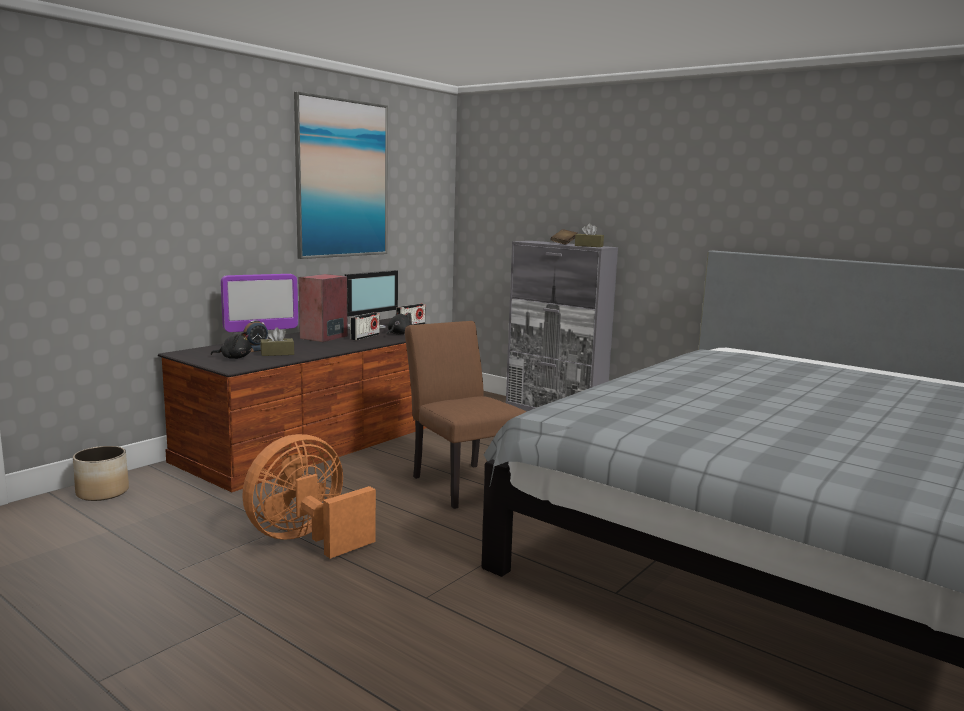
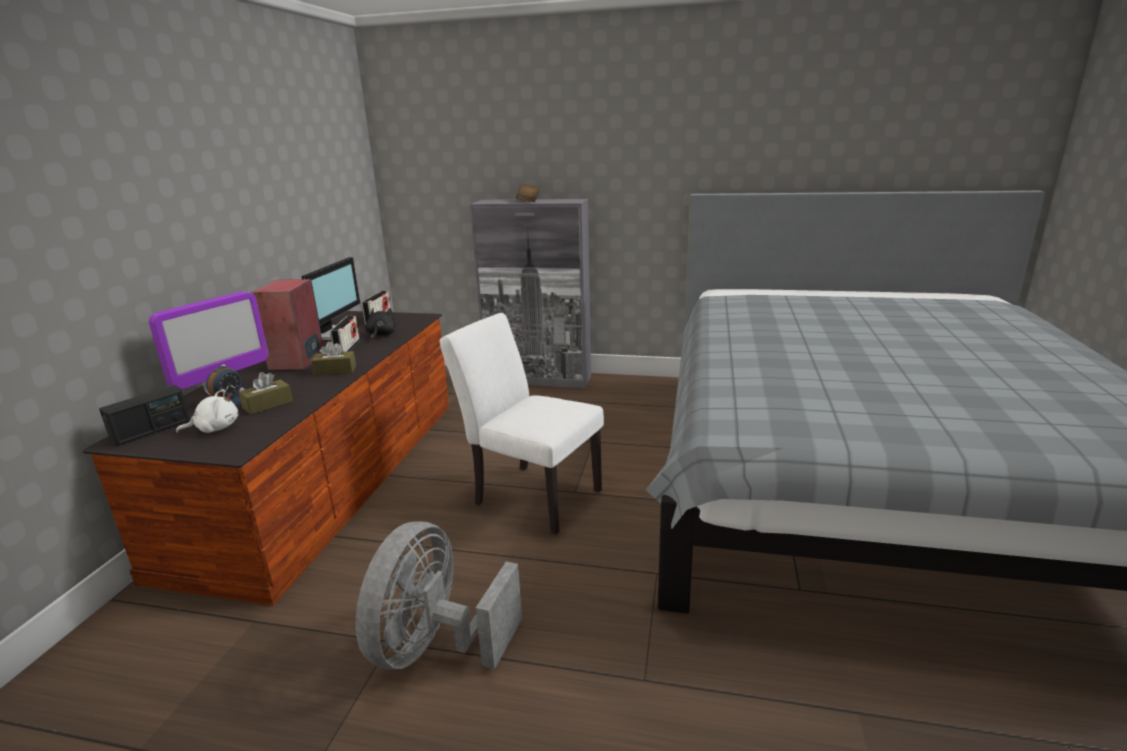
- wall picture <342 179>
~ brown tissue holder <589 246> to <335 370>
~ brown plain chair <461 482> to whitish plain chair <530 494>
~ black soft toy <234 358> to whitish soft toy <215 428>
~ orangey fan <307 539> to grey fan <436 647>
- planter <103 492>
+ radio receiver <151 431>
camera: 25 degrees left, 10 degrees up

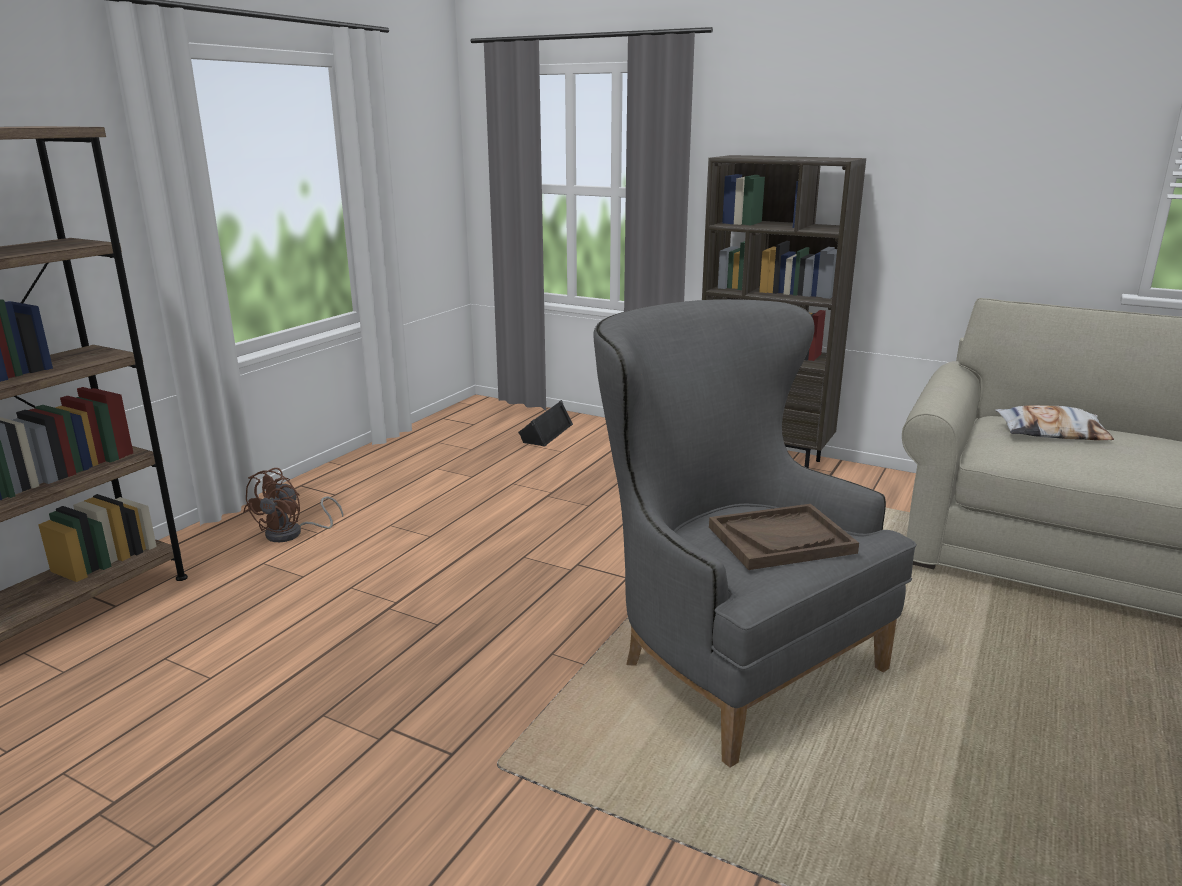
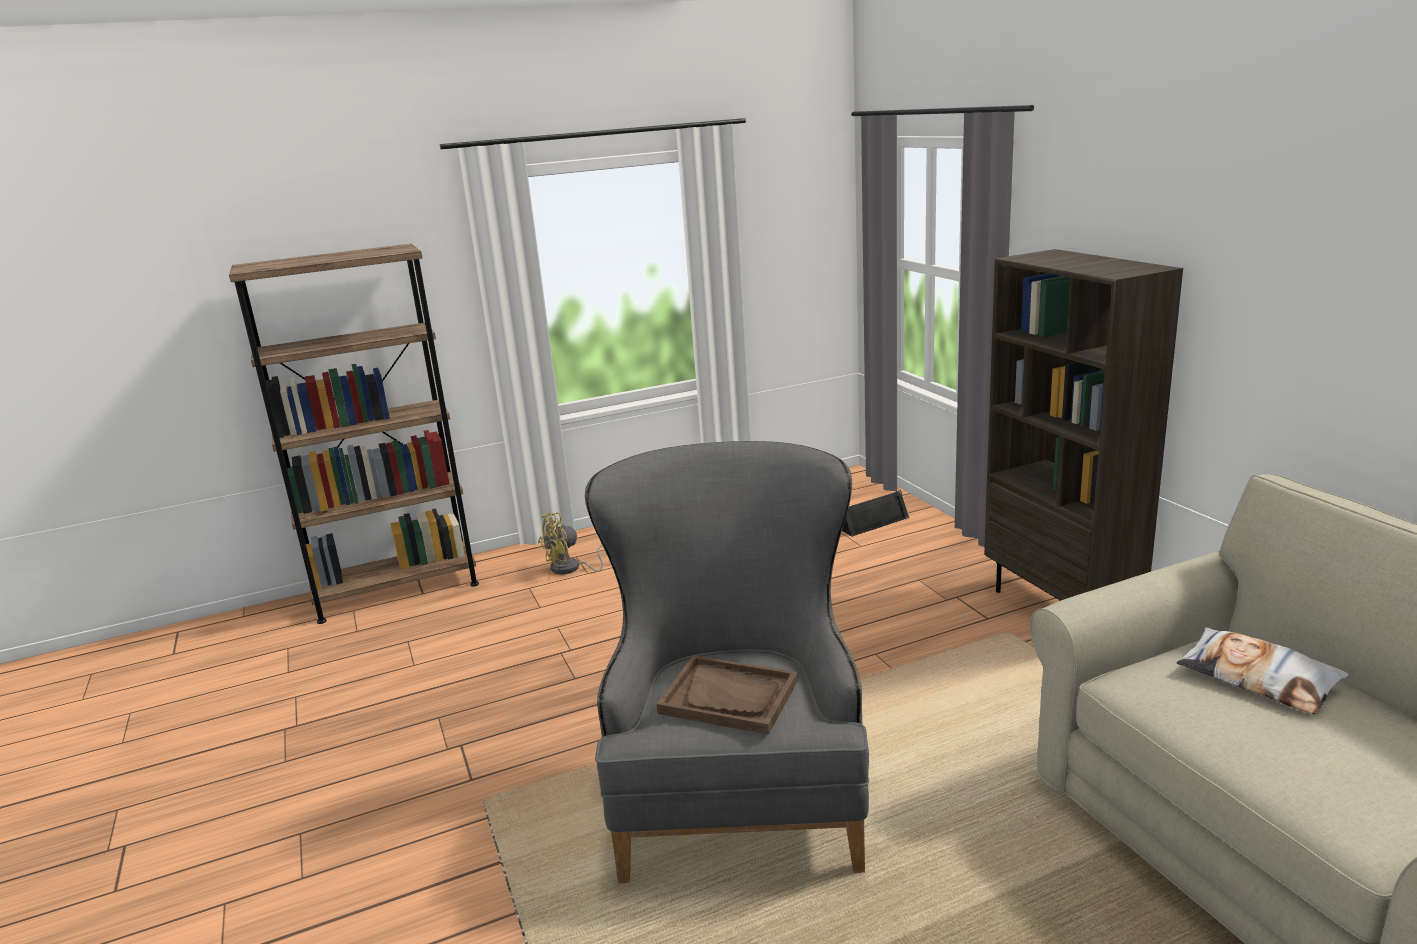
~ brown fan <292 533> to yellow fan <571 569>
camera: 40 degrees right, 0 degrees up

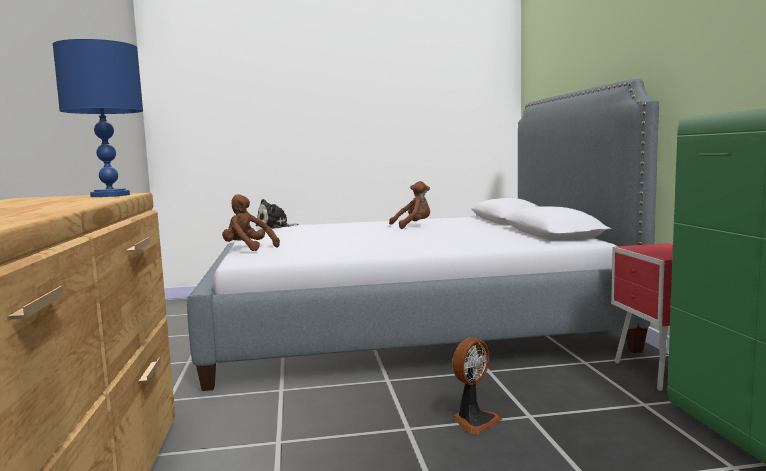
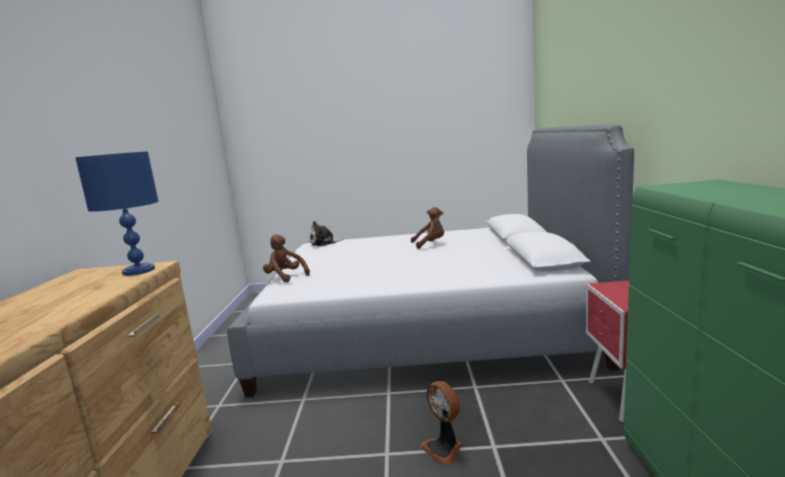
~ fan <474 421> = <444 448> 90 degrees clockwise
camera: 10 degrees right, 5 degrees up

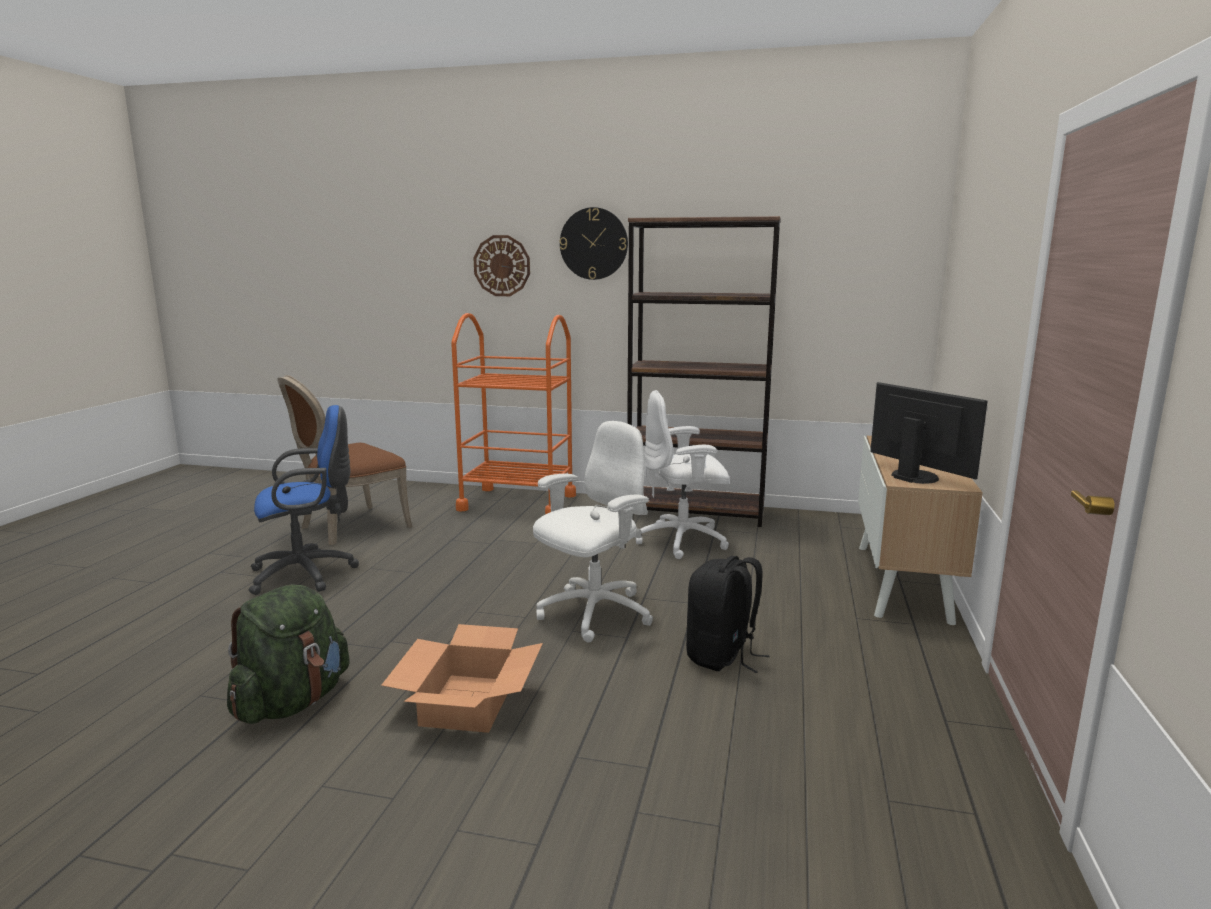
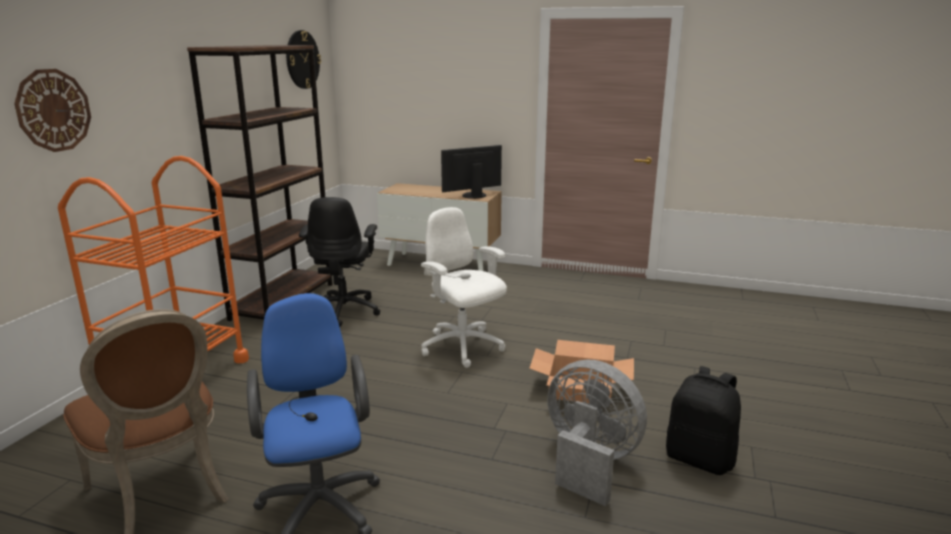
~ wall clock <593 243> to <302 59>
~ whitish computer chair <683 541> to black computer chair <344 310>
~ black rucksack <722 656> to <700 459>
~ green-coloured rucksack <292 702> to grey fan <589 462>
camera: 85 degrees left, 5 degrees up

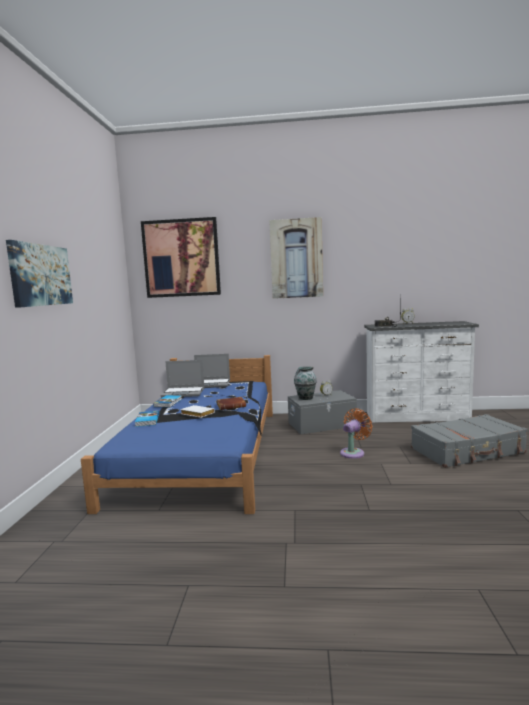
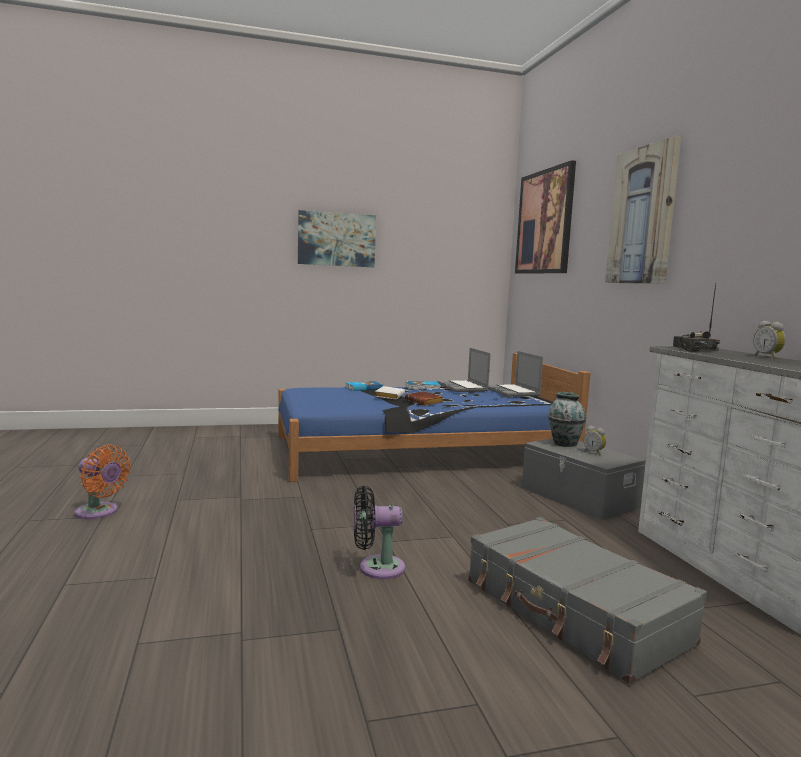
~ orangey fan <354 452> to <99 512>
+ black fan <376 568>
camera: 70 degrees right, 0 degrees up

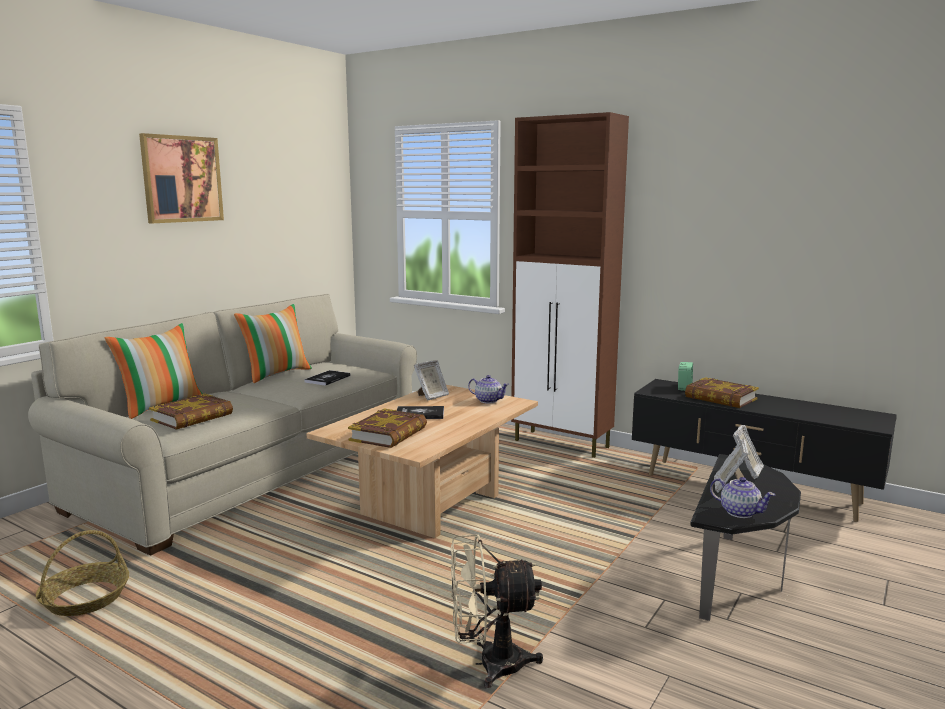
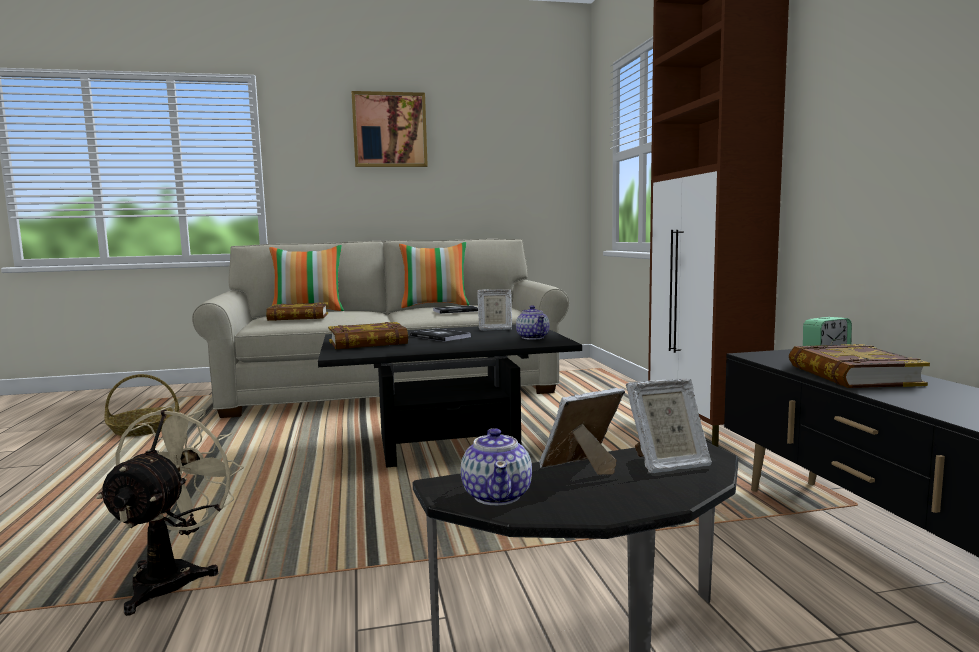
~ beige coffee table <431 505> to black coffee table <447 444>
~ beige fan <489 664> = <174 576> 60 degrees clockwise
camera: 45 degrees right, 5 degrees down

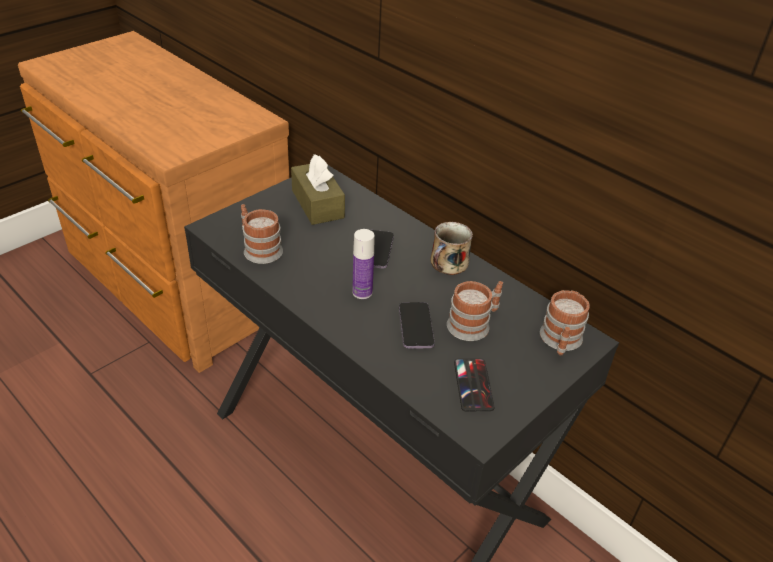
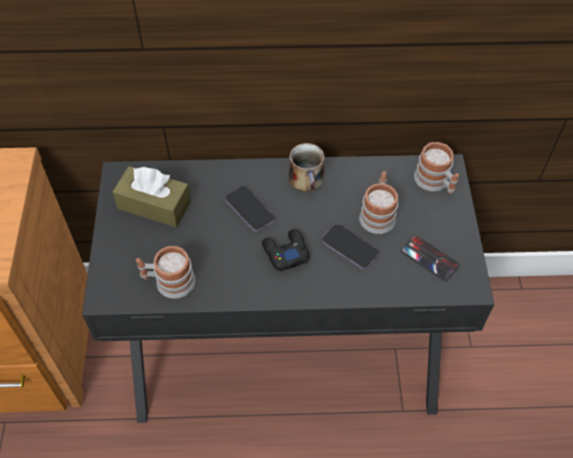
~ beverage bottle <362 292> to black gamepad <285 252>
camera: 45 degrees left, 15 degrees up

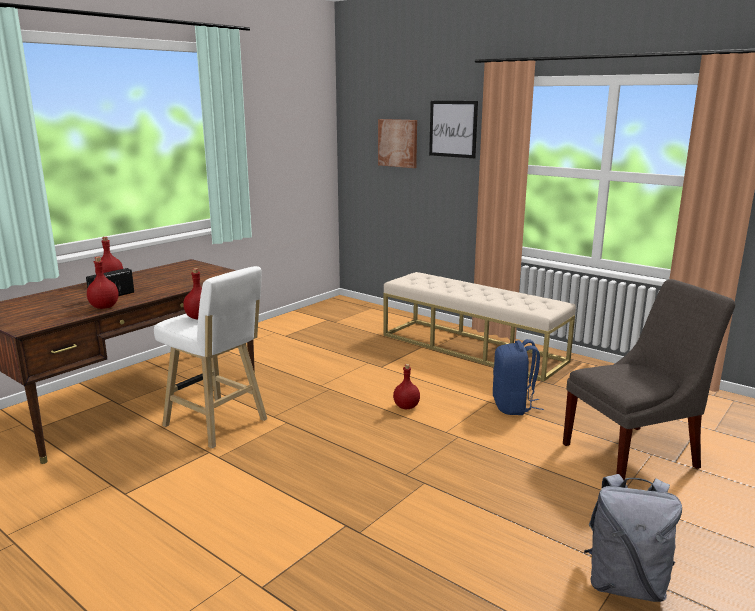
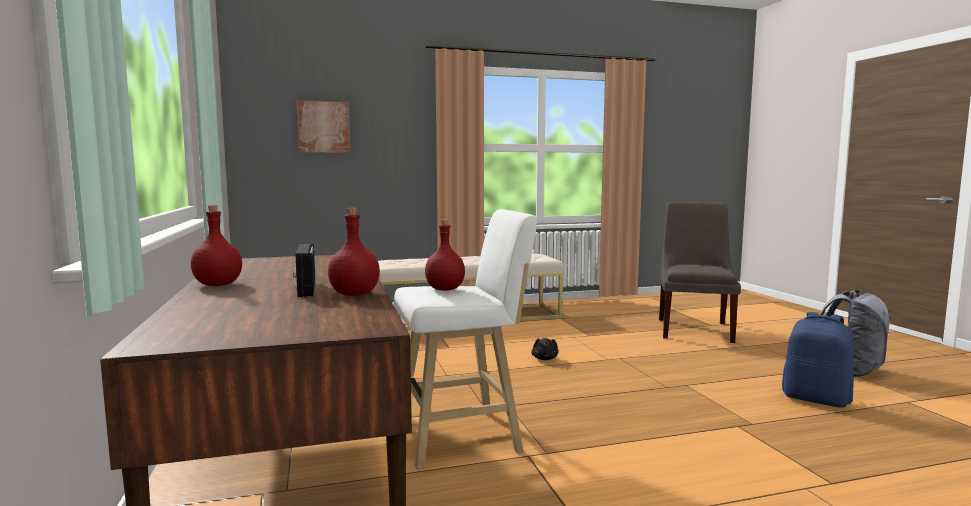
- wall picture <453 129>
~ blue-coloured rucksack <513 406> to <816 399>
~ red beverage bottle <406 407> to black soft toy <545 359>
camera: 55 degrees left, 10 degrees down

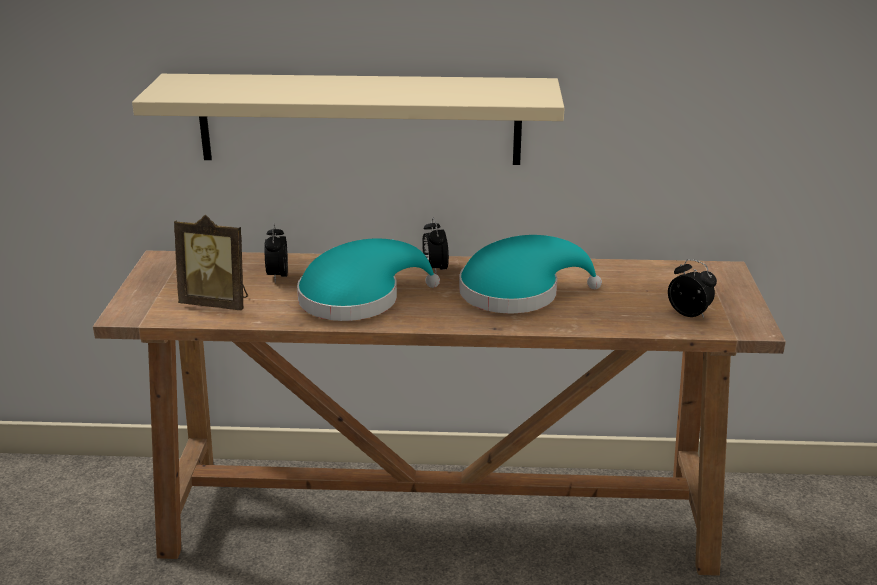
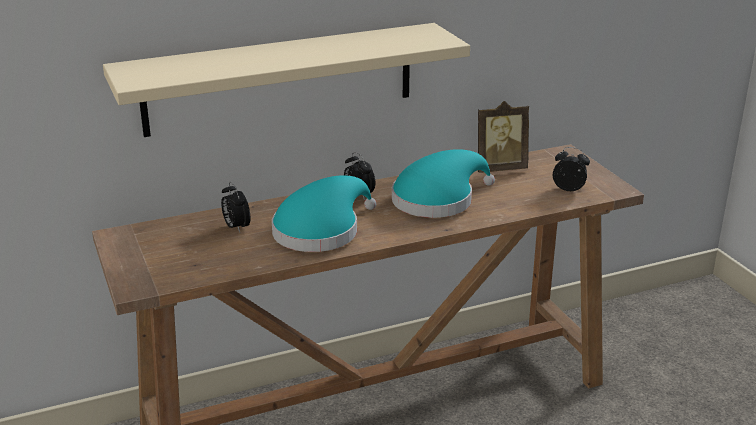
~ standing frame <217 303> to <499 168>
camera: 25 degrees left, 0 degrees up

